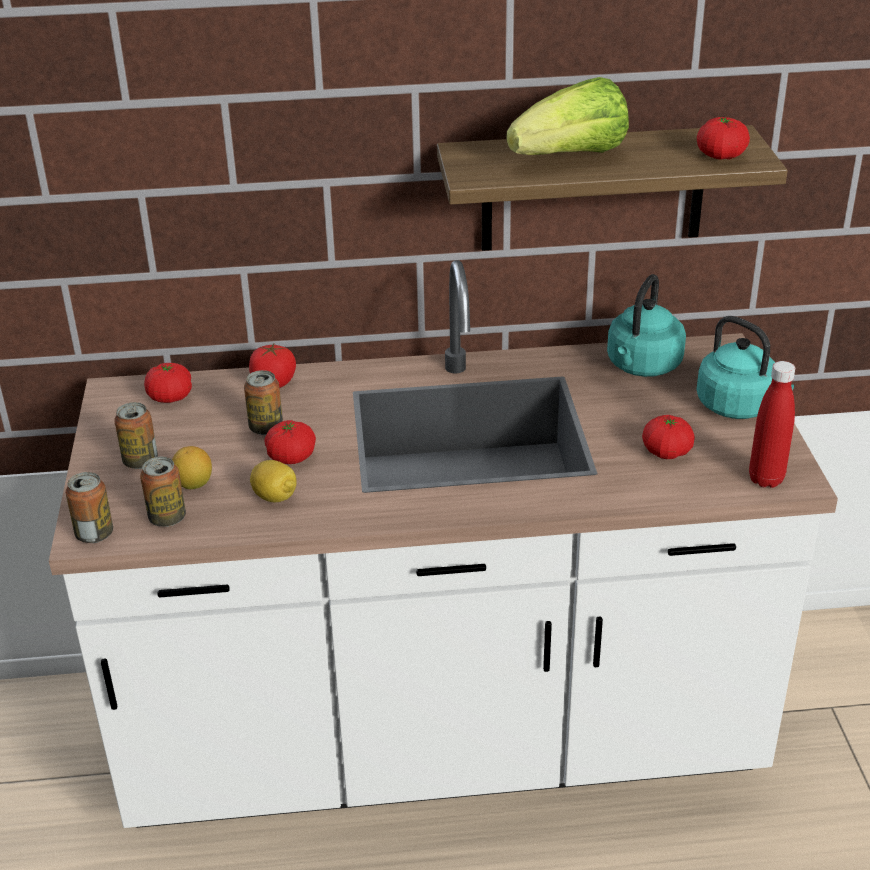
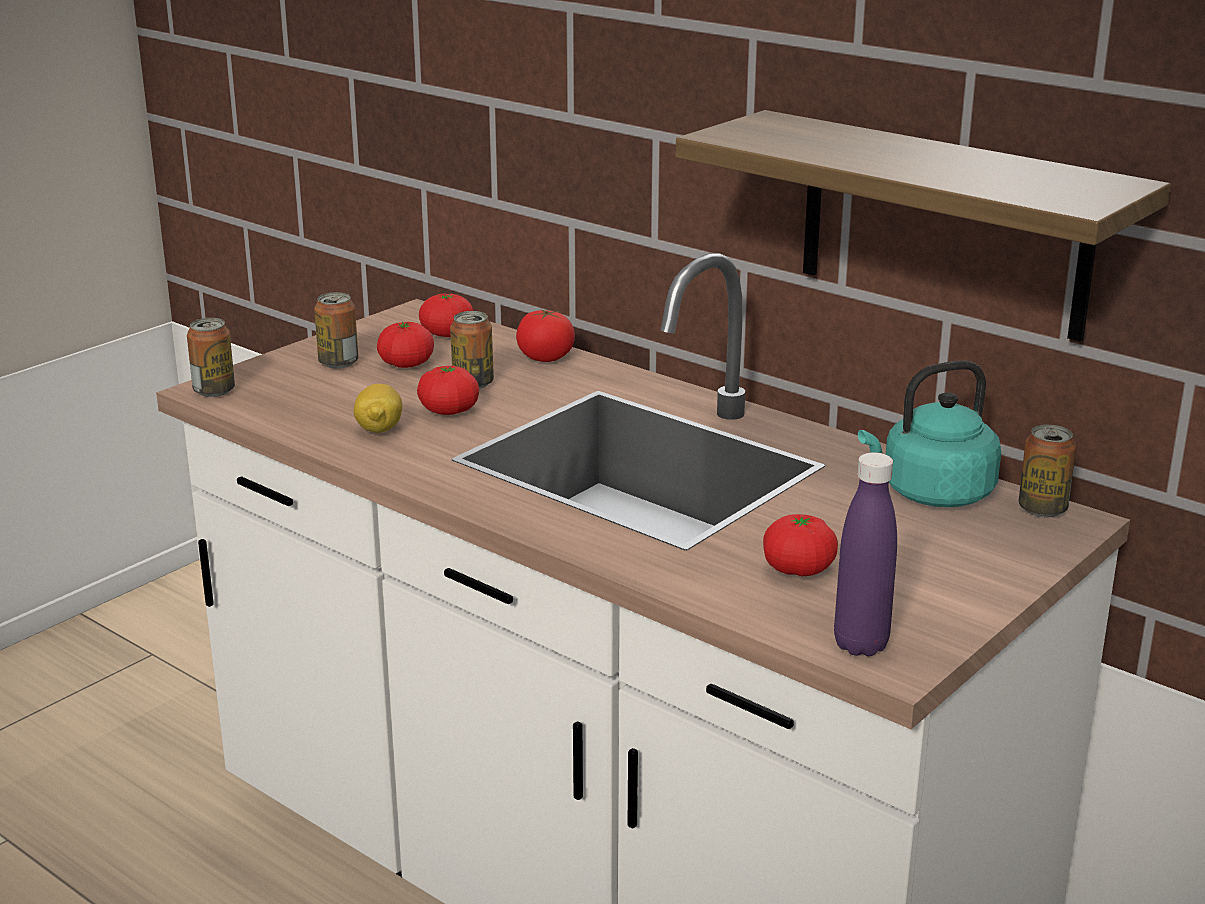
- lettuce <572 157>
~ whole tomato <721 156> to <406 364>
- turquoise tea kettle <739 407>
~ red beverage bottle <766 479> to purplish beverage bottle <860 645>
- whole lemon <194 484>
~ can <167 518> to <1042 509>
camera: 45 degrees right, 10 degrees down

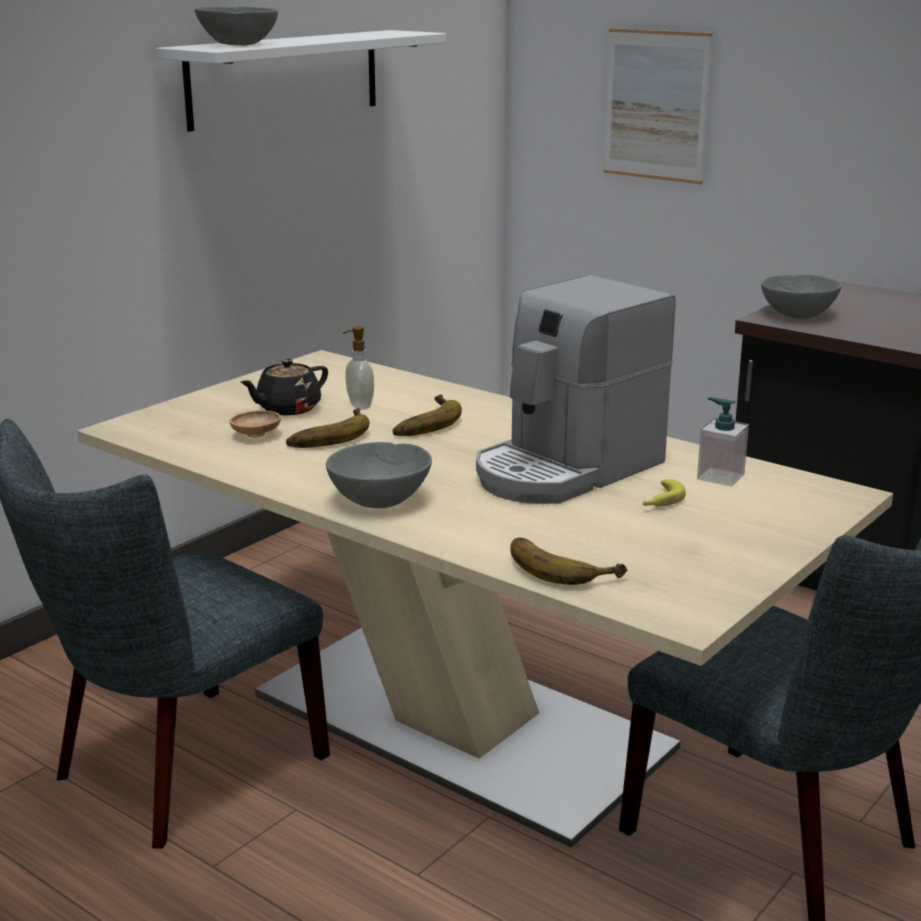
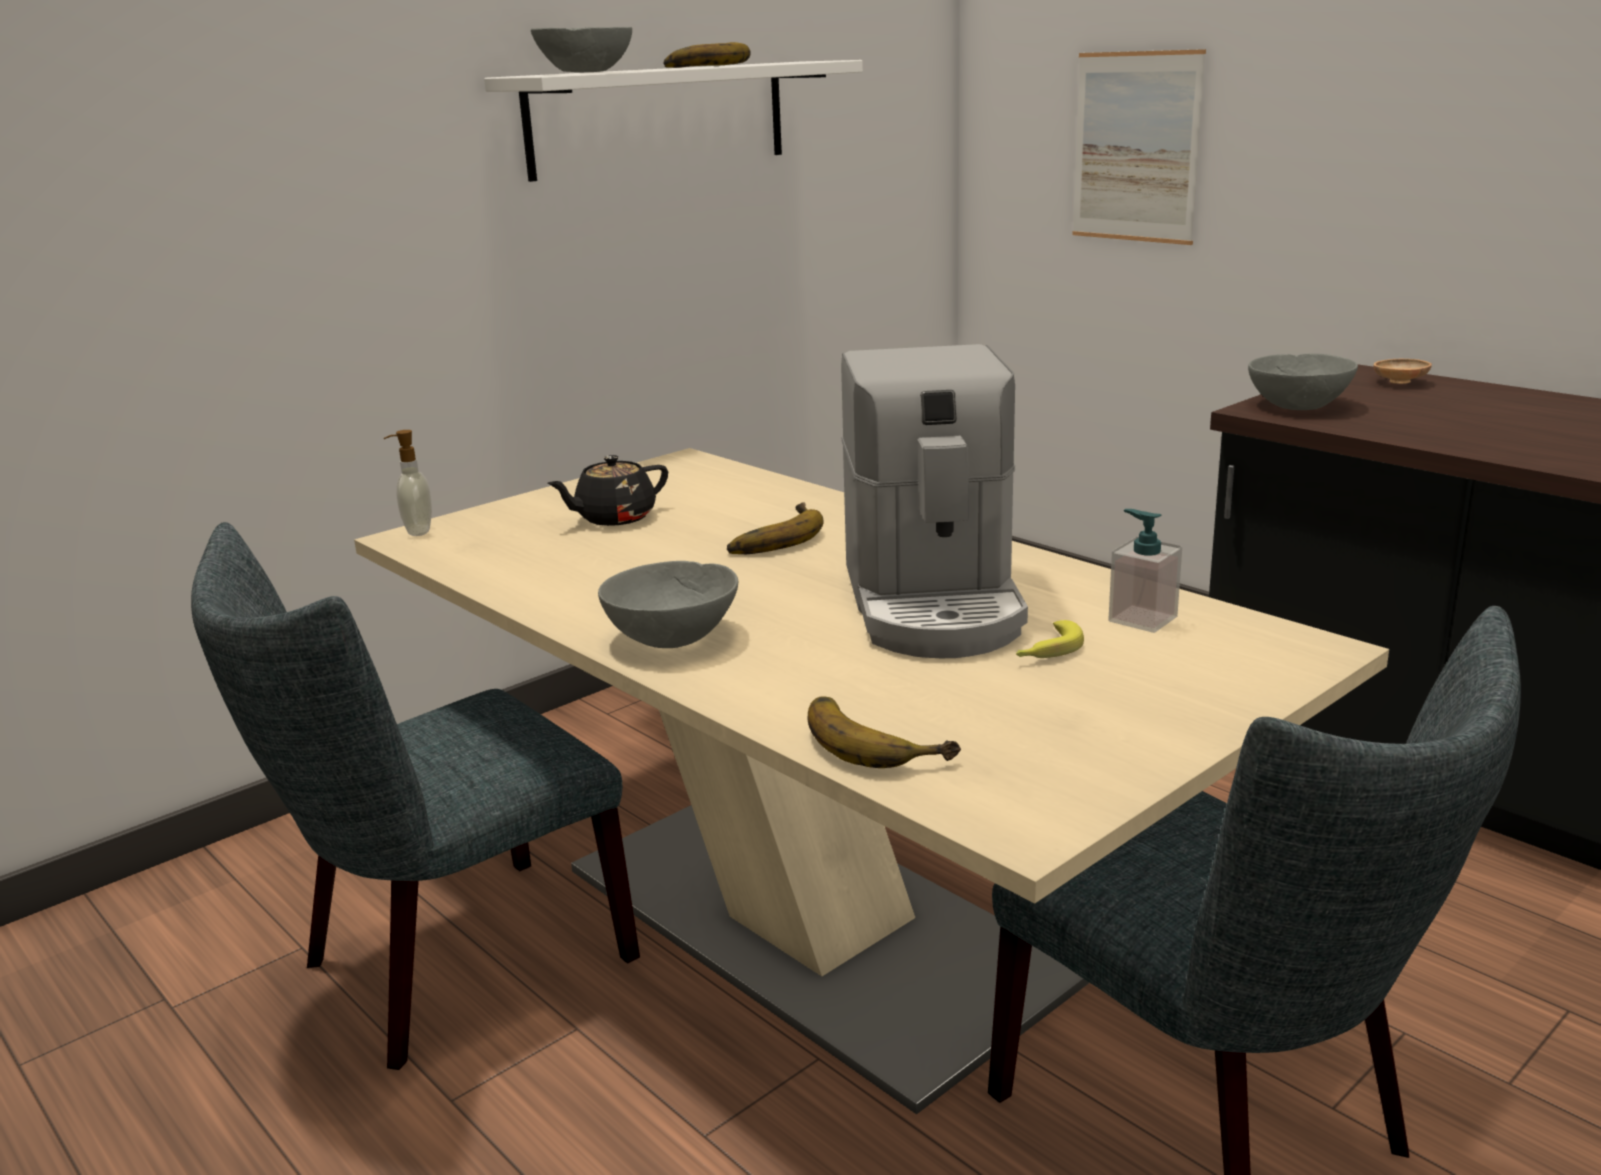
~ coffee maker <566 470> = <933 604> 60 degrees counterclockwise
~ soap bottle <359 406> to <417 531>
~ banana fruit <326 435> to <707 66>
~ brown serving bowl <256 435> to <1399 383>
camera: 10 degrees right, 0 degrees up

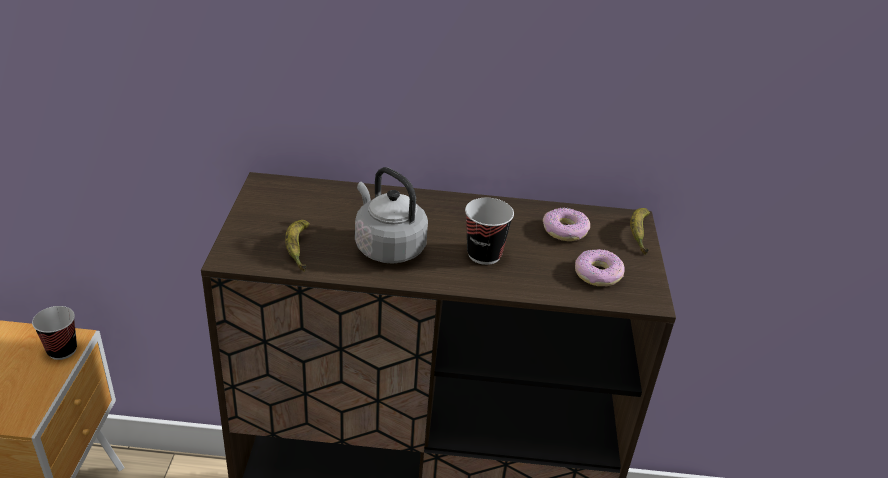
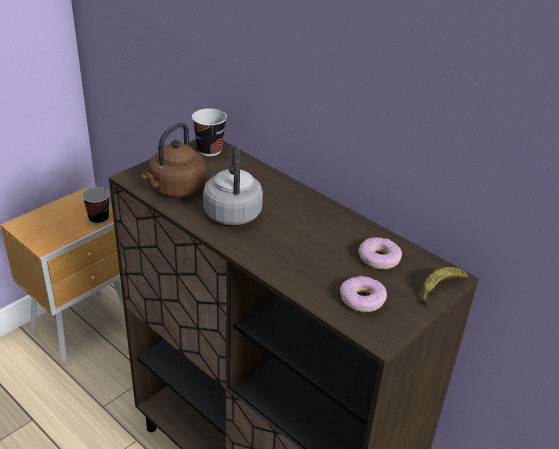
~ small cup <484 254> to <209 150>
~ banana fruit <298 250> to brown tea kettle <175 189>
camera: 40 degrees right, 0 degrees up

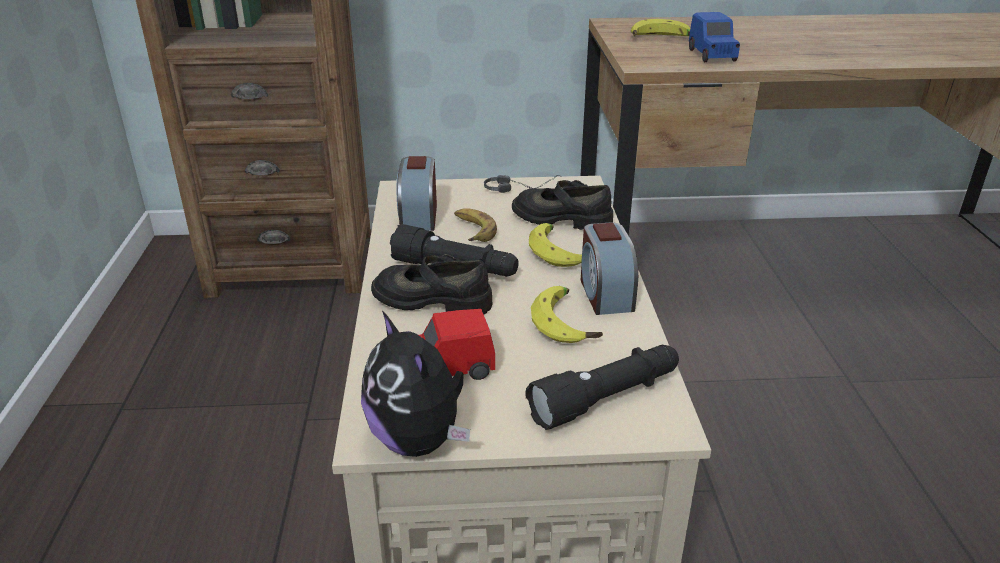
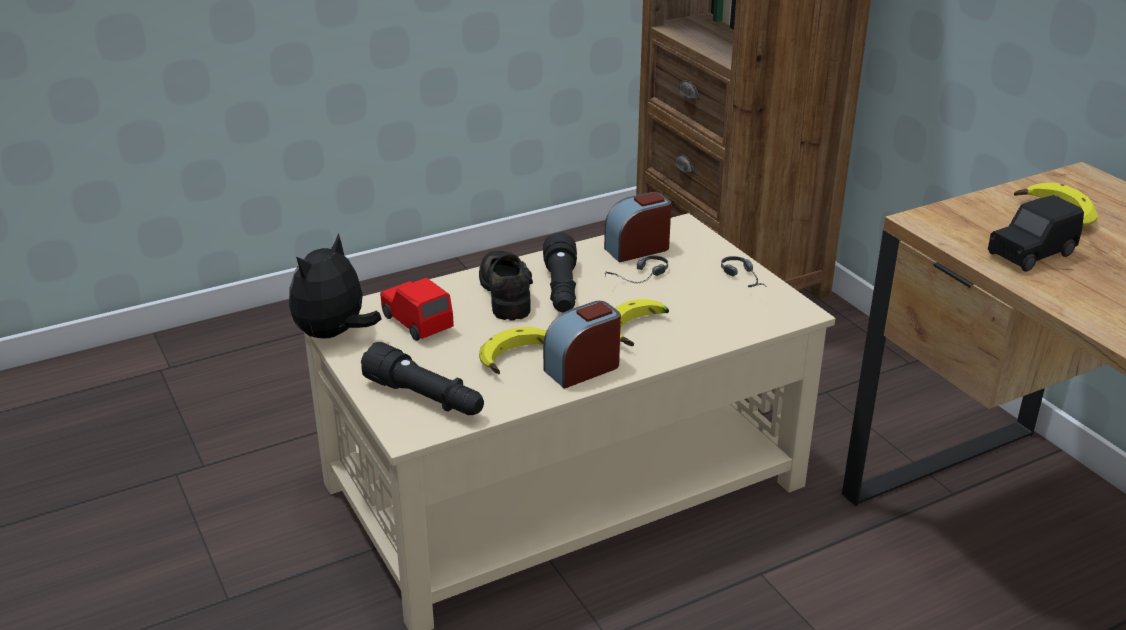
~ blue-coloured miniature car <712 55> to black miniature car <1030 255>
- black low shoe <562 218>
~ banana fruit <473 230> to headphones <638 279>
camera: 65 degrees right, 0 degrees up

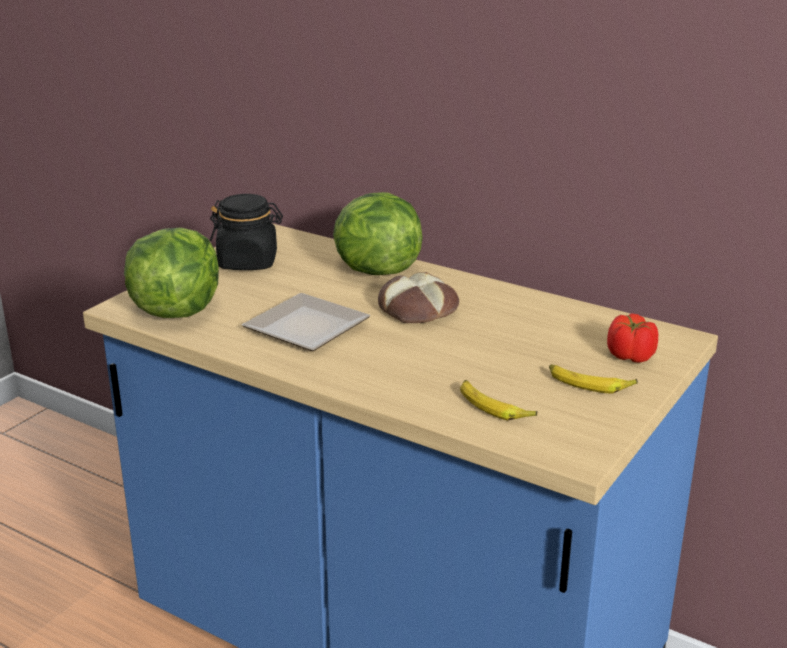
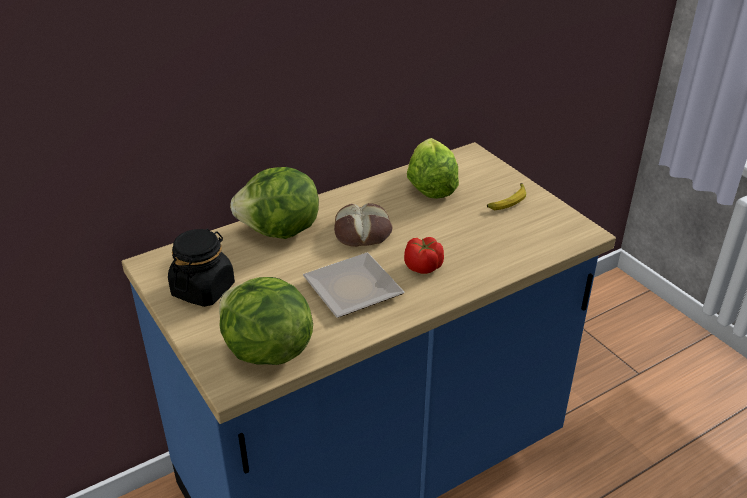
~ whole tomato <630 356> to <423 267>
- banana fruit <494 407>
+ lettuce <430 185>
camera: 65 degrees left, 10 degrees up

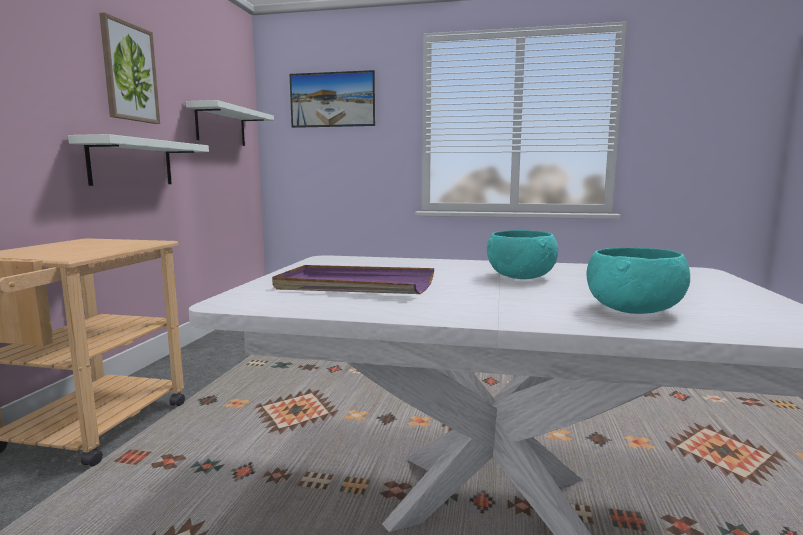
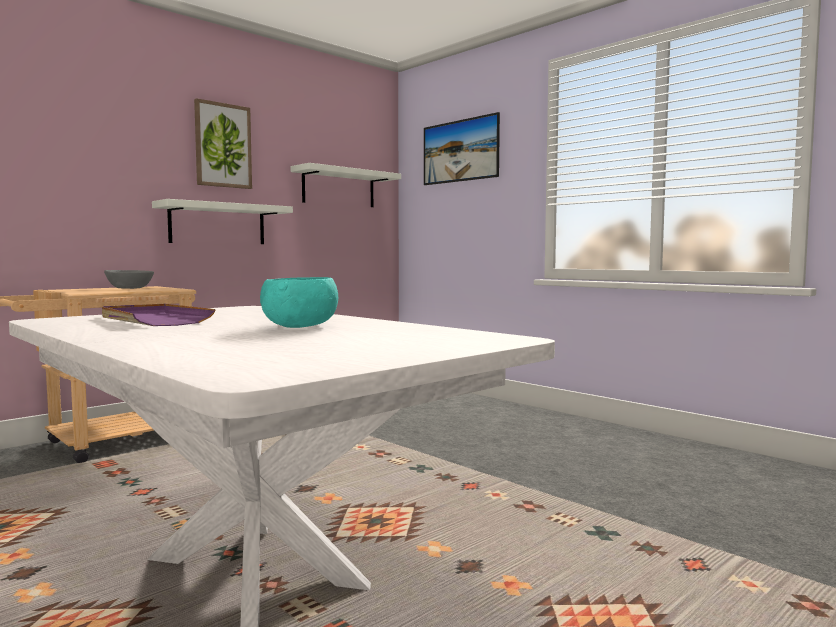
- turquoise serving bowl <634 310>
+ grey serving bowl <130 288>
camera: 35 degrees right, 5 degrees down

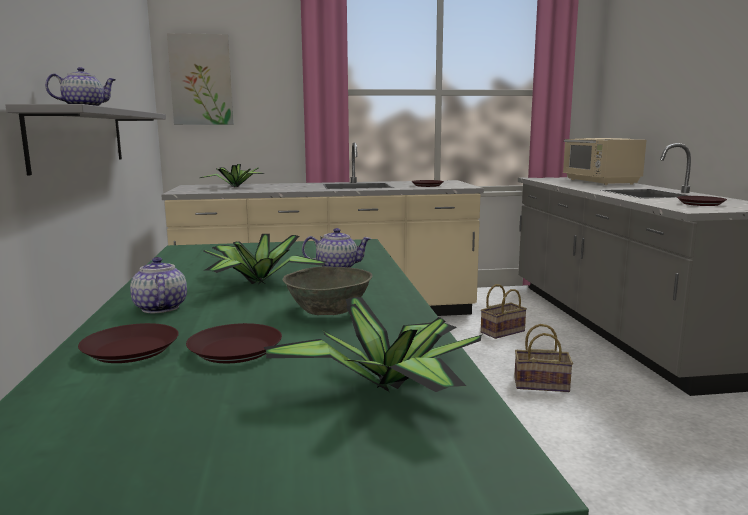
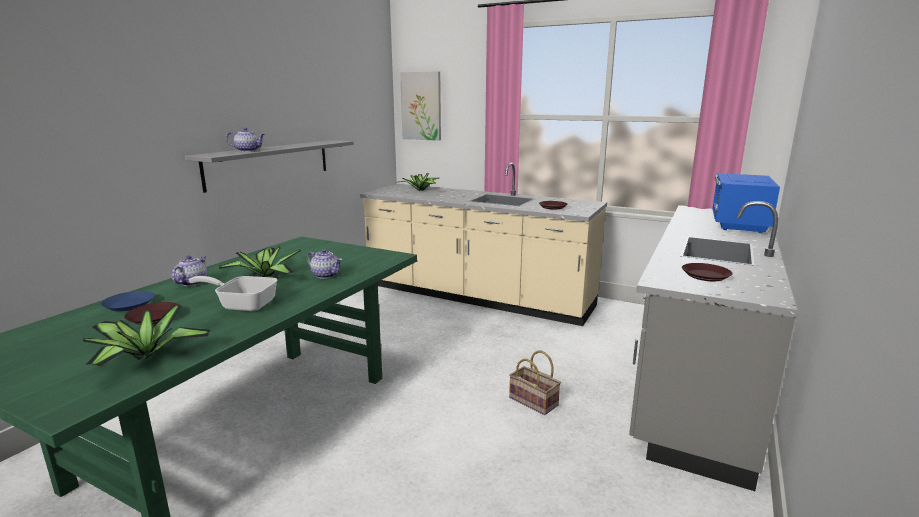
~ beige kitchen microwave <600 182> to blue-coloured kitchen microwave <737 224>
~ grey serving bowl <328 309> to pan <243 304>
- storage basket <502 331>
~ brown dinner plate <132 350> to blue-coloured dinner plate <130 304>
camera: 35 degrees right, 5 degrees up

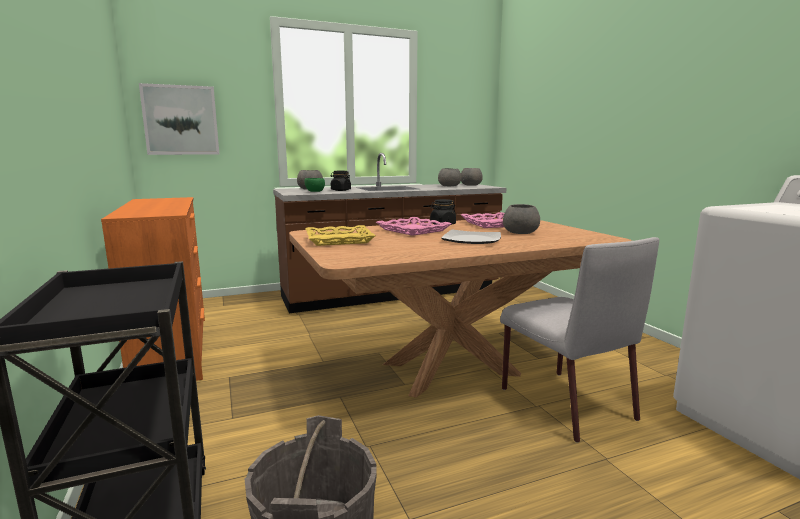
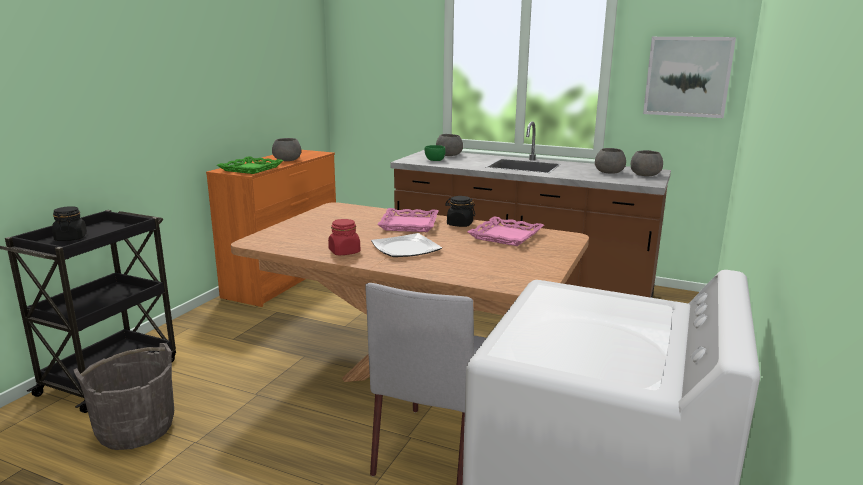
~ wall picture <181 120> to <687 76>
~ black preserve jar <340 190> to <71 238>
~ grey serving bowl <520 232> to <287 160>
- yellow carrying tray <339 240>
+ green-coloured carrying tray <250 169>
+ red preserve jar <344 252>
camera: 45 degrees right, 5 degrees up

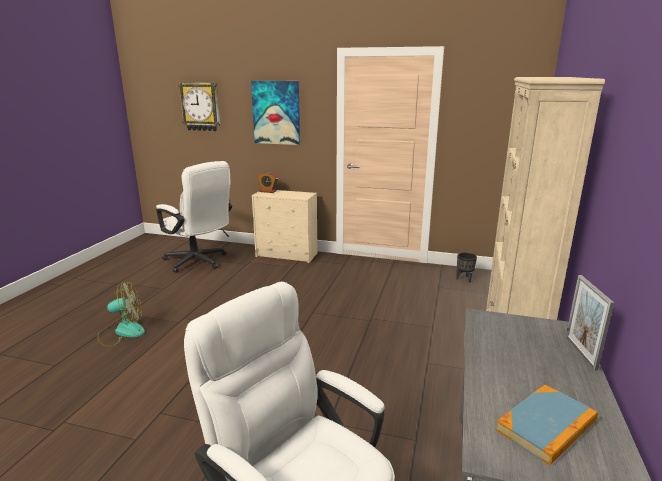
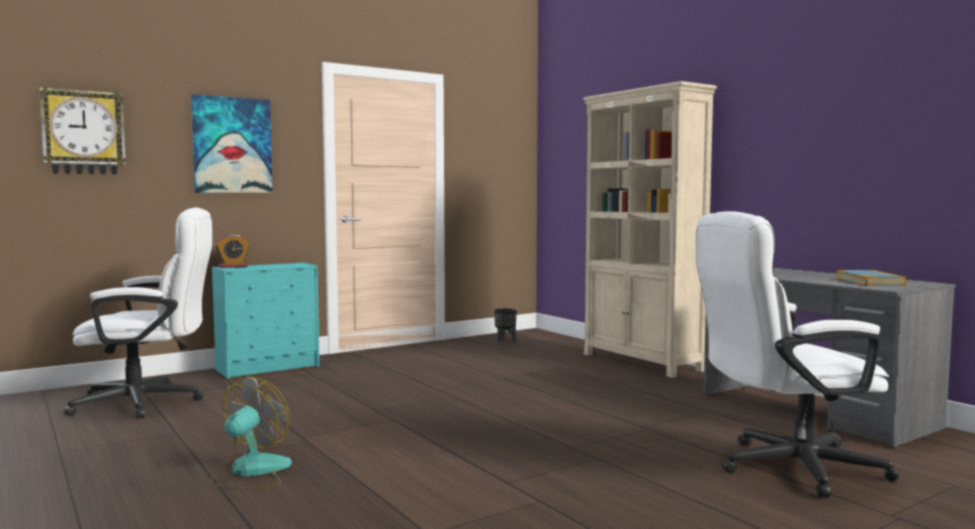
~ beige drawer chest <287 255> to turquoise drawer chest <269 368>
- standing frame <580 352>
camera: 50 degrees left, 15 degrees down

